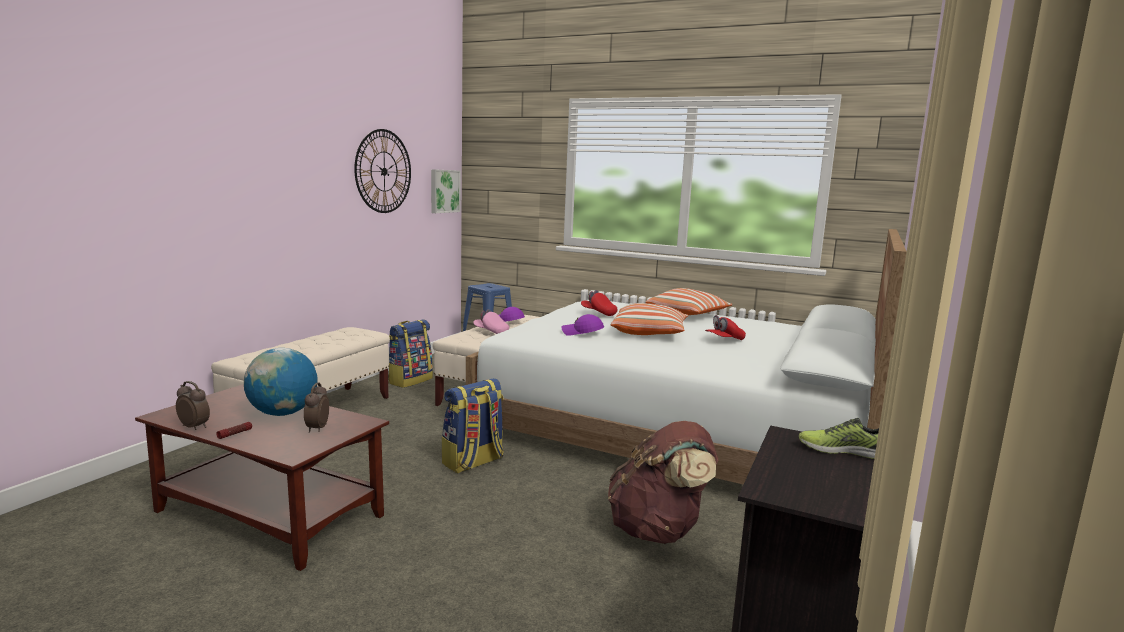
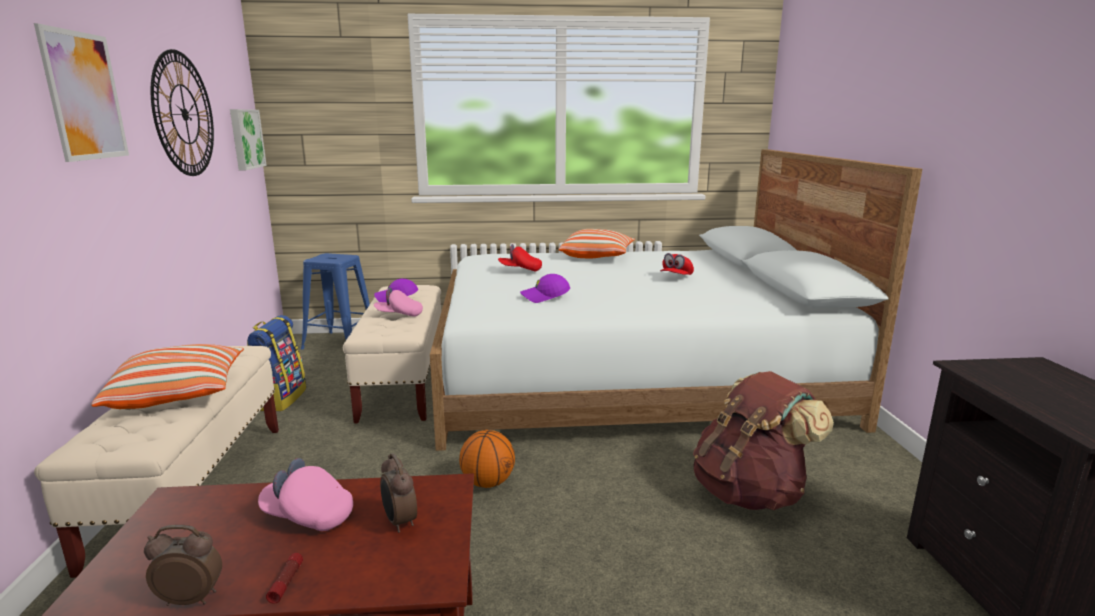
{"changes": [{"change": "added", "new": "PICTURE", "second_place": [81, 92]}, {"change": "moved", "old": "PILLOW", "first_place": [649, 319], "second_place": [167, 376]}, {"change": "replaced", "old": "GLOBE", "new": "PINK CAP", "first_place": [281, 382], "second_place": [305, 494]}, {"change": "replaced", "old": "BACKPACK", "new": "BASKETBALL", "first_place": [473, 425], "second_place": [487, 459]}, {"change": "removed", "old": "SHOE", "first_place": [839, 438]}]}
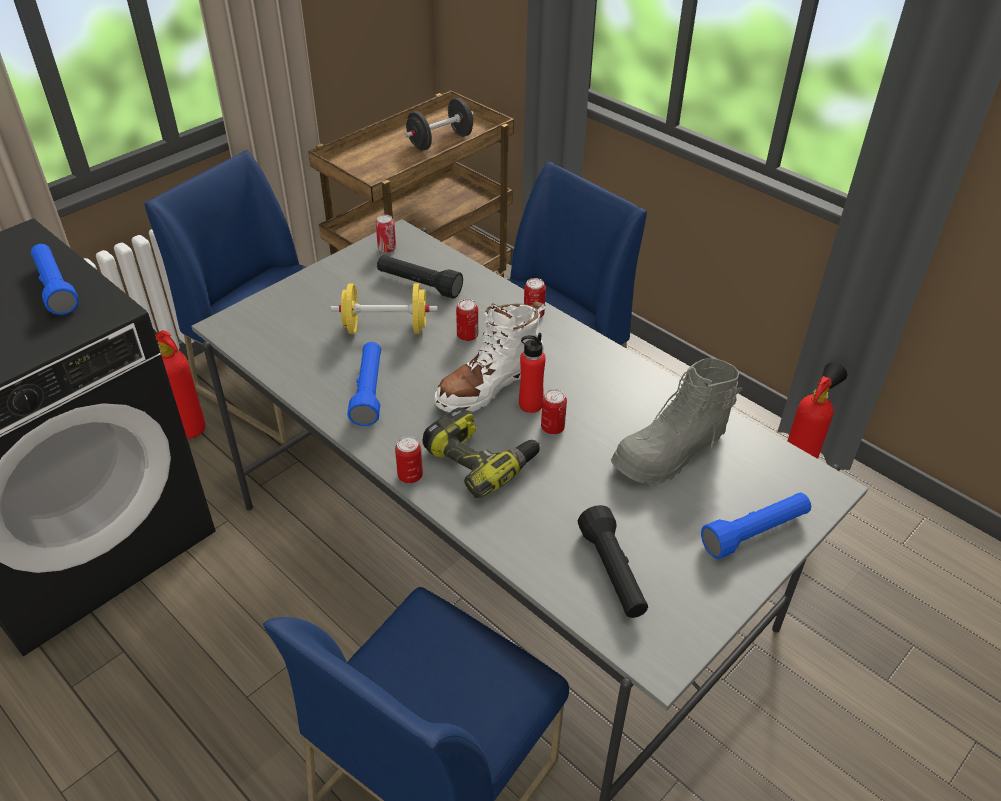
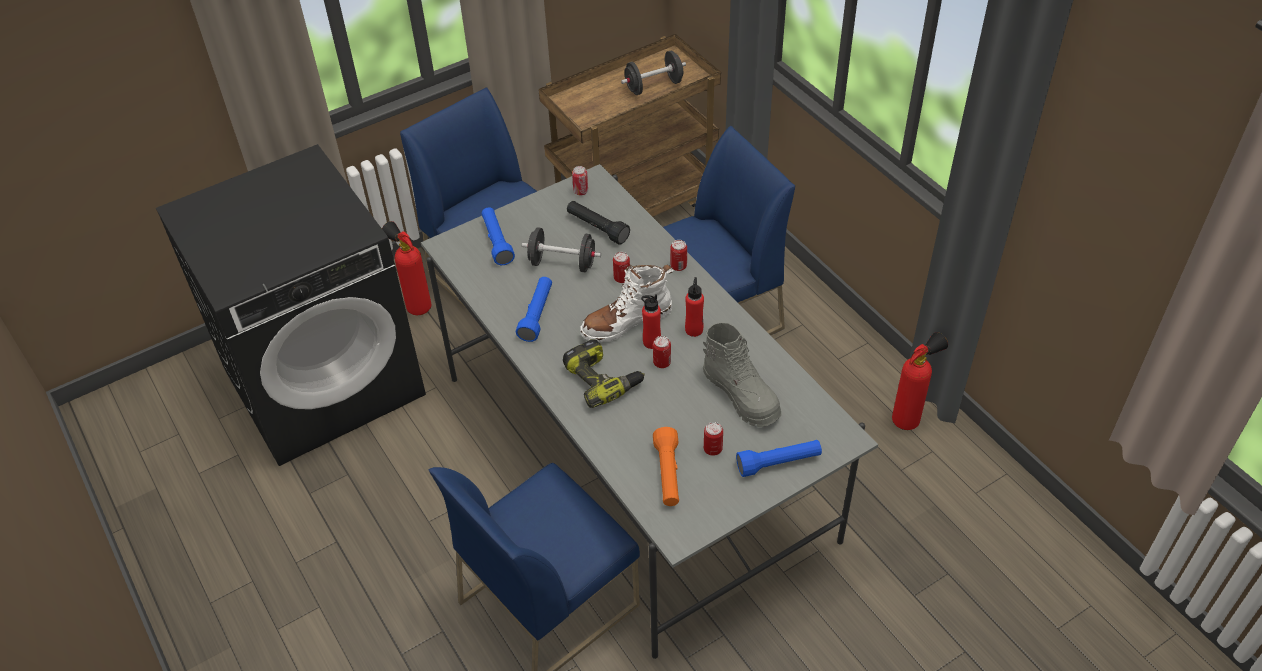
{"changes": [{"change": "moved", "old": "BLUE FLASHLIGHT", "first_place": [55, 279], "second_place": [498, 236]}, {"change": "recoloured", "old": "YELLOW DUMBBELL", "new": "BLACK DUMBBELL", "first_place": [384, 308], "second_place": [561, 249]}, {"change": "recoloured", "old": "BLACK FLASHLIGHT", "new": "ORANGE FLASHLIGHT", "first_place": [613, 561], "second_place": [666, 466]}, {"change": "added", "new": "RED BOTTLE", "second_place": [694, 307]}, {"change": "turned", "old": "GREY BOOT", "first_place": [677, 421], "second_place": [742, 374], "degrees": -105}, {"change": "moved", "old": "CAN", "first_place": [409, 459], "second_place": [713, 439]}]}
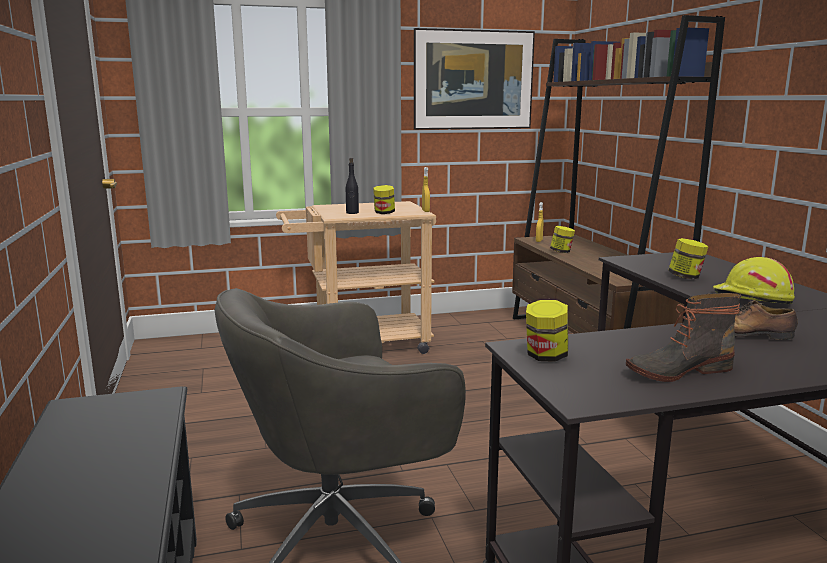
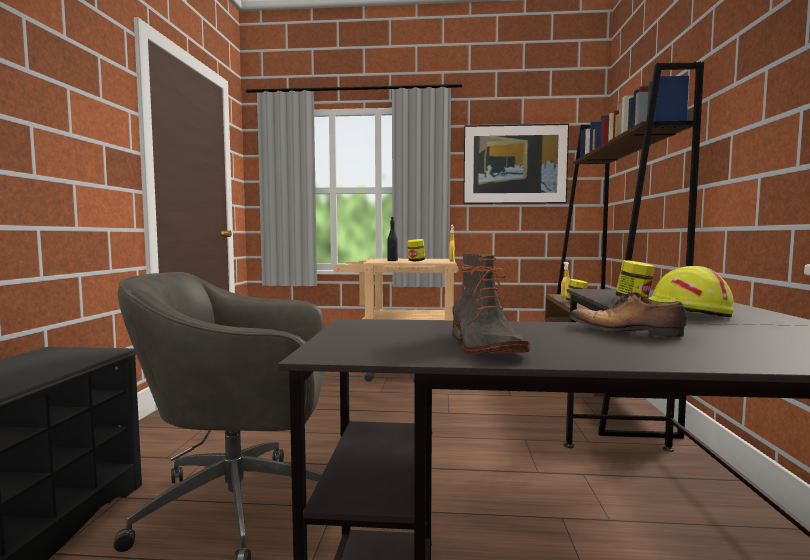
{"changes": [{"change": "turned", "old": "BOOT", "first_place": [683, 337], "second_place": [491, 304], "degrees": -105}, {"change": "removed", "old": "JAR", "first_place": [547, 331]}]}
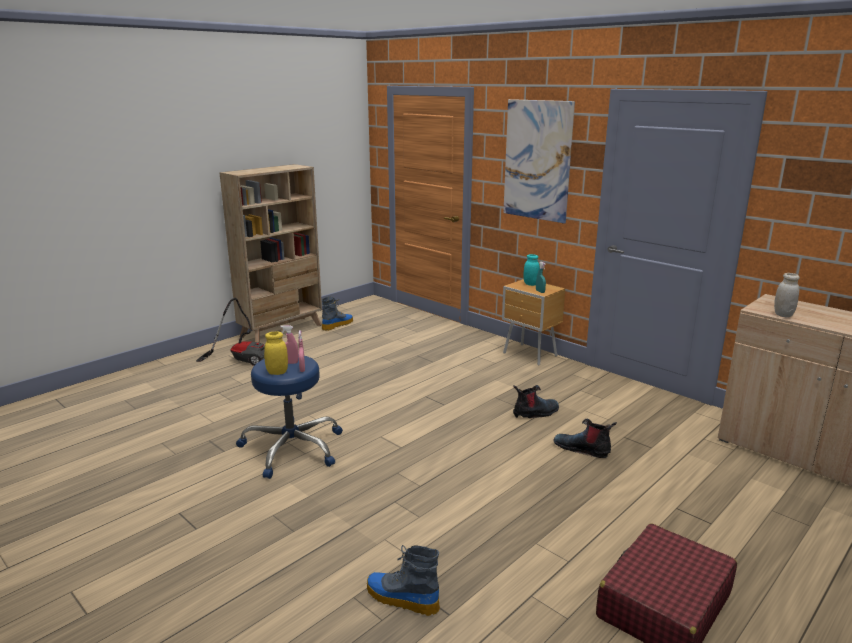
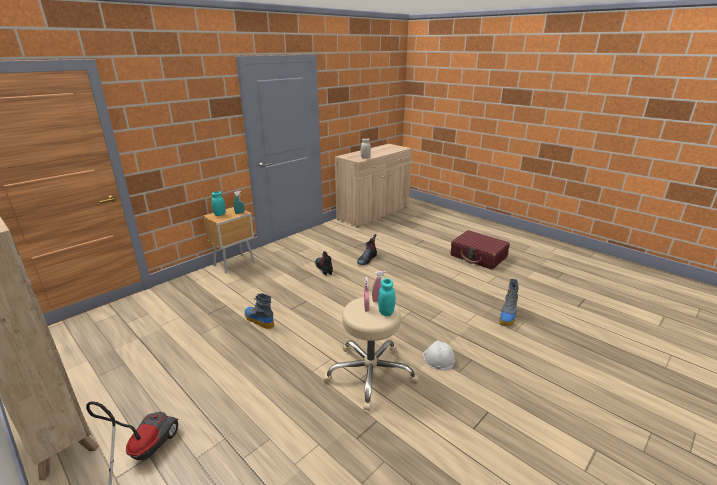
{"changes": [{"change": "moved", "old": "BOOT", "first_place": [337, 314], "second_place": [259, 311]}, {"change": "recoloured", "old": "BLUE STOOL", "new": "BEIGE STOOL", "first_place": [289, 417], "second_place": [371, 354]}, {"change": "recoloured", "old": "YELLOW JAR", "new": "TURQUOISE JAR", "first_place": [276, 353], "second_place": [387, 297]}, {"change": "added", "new": "WHITE HARD HAT", "second_place": [439, 355]}, {"change": "removed", "old": "PICTURE", "first_place": [539, 161]}]}
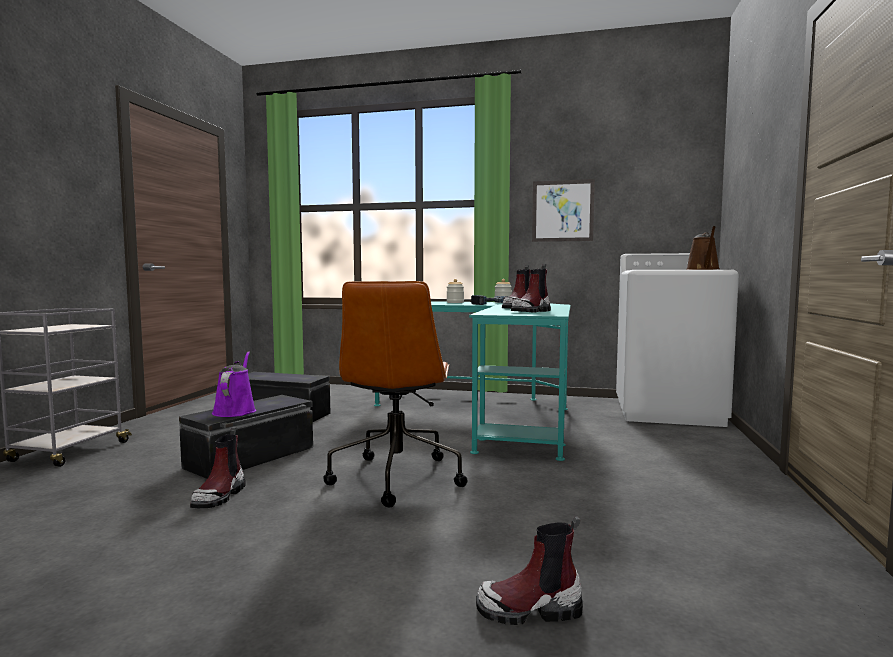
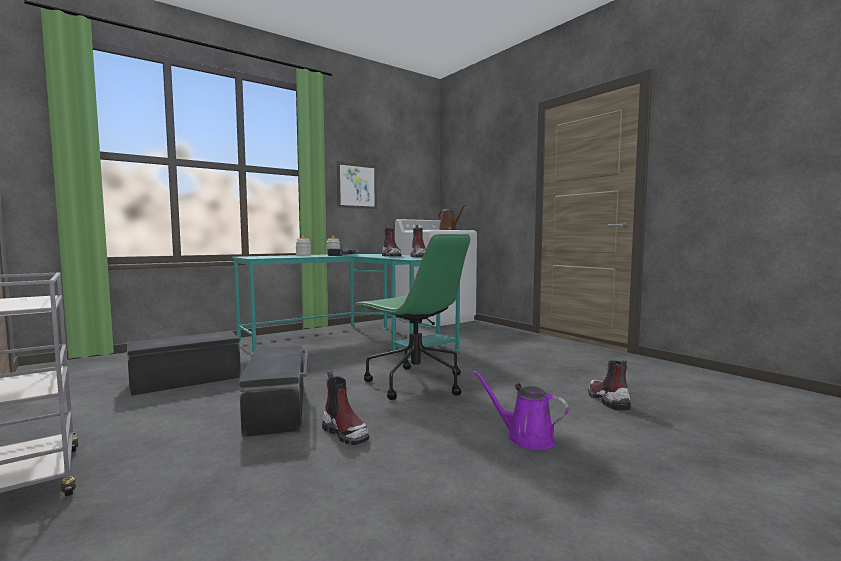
{"changes": [{"change": "recoloured", "old": "BROWN OFFICE CHAIR", "new": "GREEN OFFICE CHAIR", "first_place": [395, 394], "second_place": [411, 317]}, {"change": "moved", "old": "PURPLE WATERING CAN", "first_place": [234, 384], "second_place": [521, 410]}, {"change": "turned", "old": "BOOT", "first_place": [529, 570], "second_place": [609, 385], "degrees": 135}]}
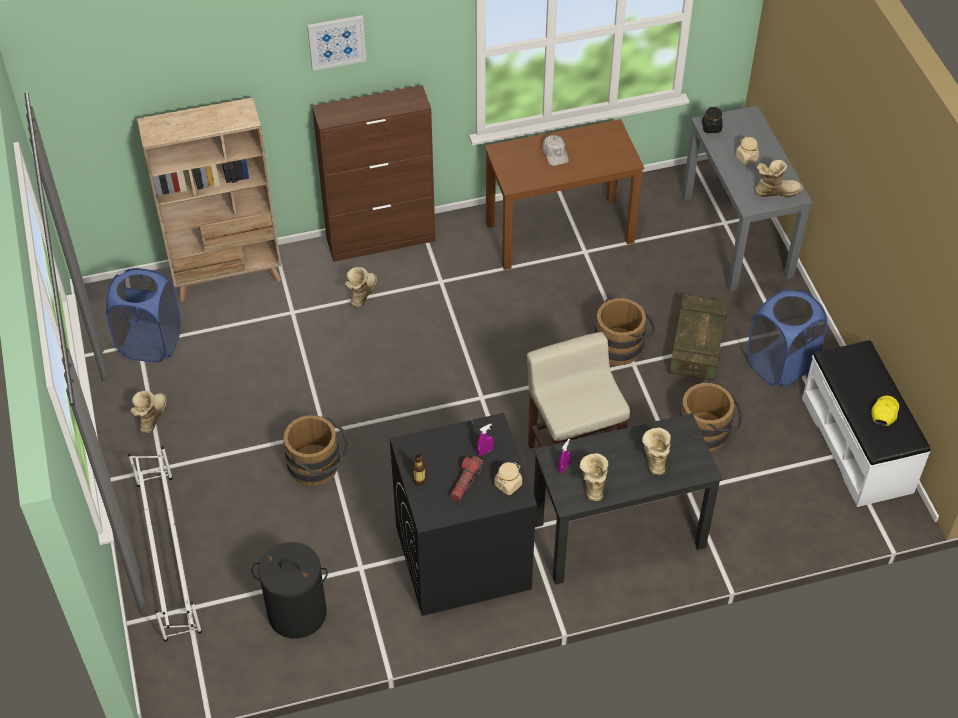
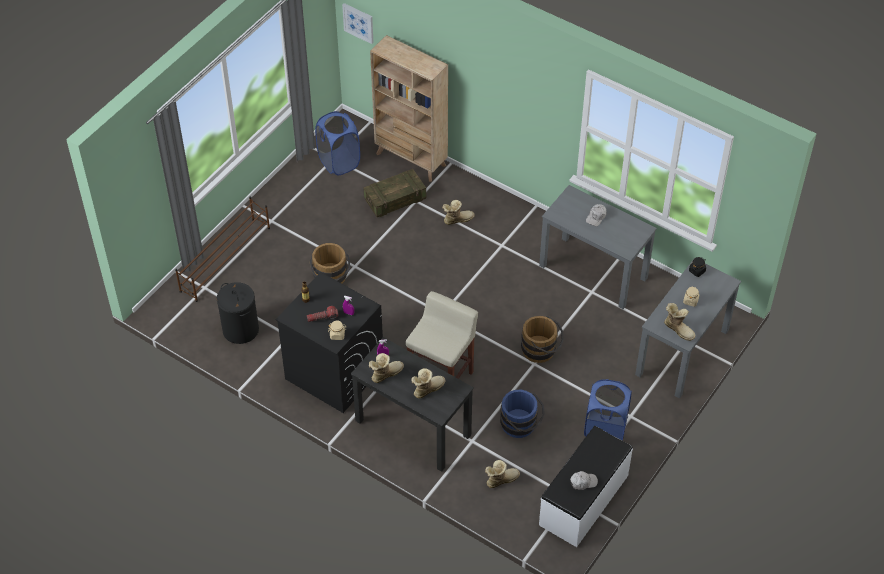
{"changes": [{"change": "recoloured", "old": "WHITE SHOE RACK", "new": "BROWN SHOE RACK", "first_place": [165, 543], "second_place": [222, 249]}, {"change": "moved", "old": "PICTURE", "first_place": [336, 43], "second_place": [357, 23]}, {"change": "moved", "old": "CRATE", "first_place": [698, 338], "second_place": [394, 193]}, {"change": "moved", "old": "BOOT", "first_place": [148, 412], "second_place": [502, 474]}, {"change": "recoloured", "old": "BROWN BUCKET", "new": "BLUE BUCKET", "first_place": [711, 416], "second_place": [522, 414]}, {"change": "recoloured", "old": "BROWN DESK", "new": "GREY DESK", "first_place": [564, 194], "second_place": [598, 247]}, {"change": "recoloured", "old": "YELLOW CAP", "new": "WHITE CAP", "first_place": [885, 411], "second_place": [584, 480]}, {"change": "removed", "old": "BROWN CABINET", "first_place": [373, 173]}]}
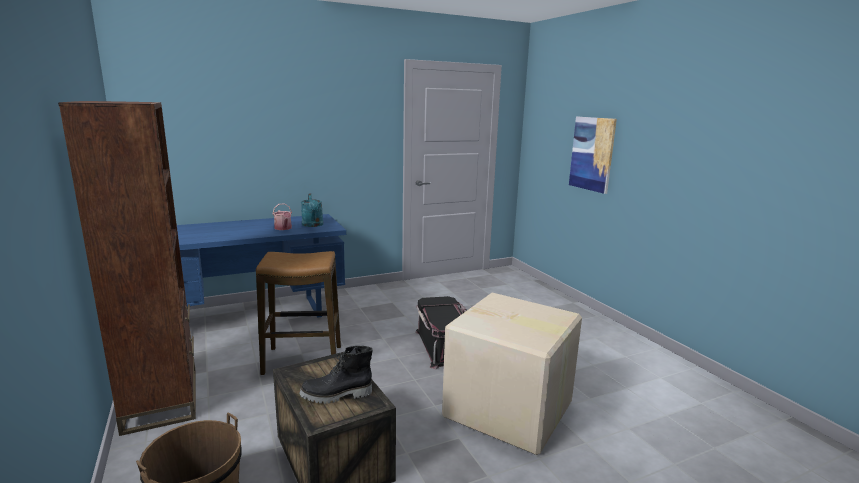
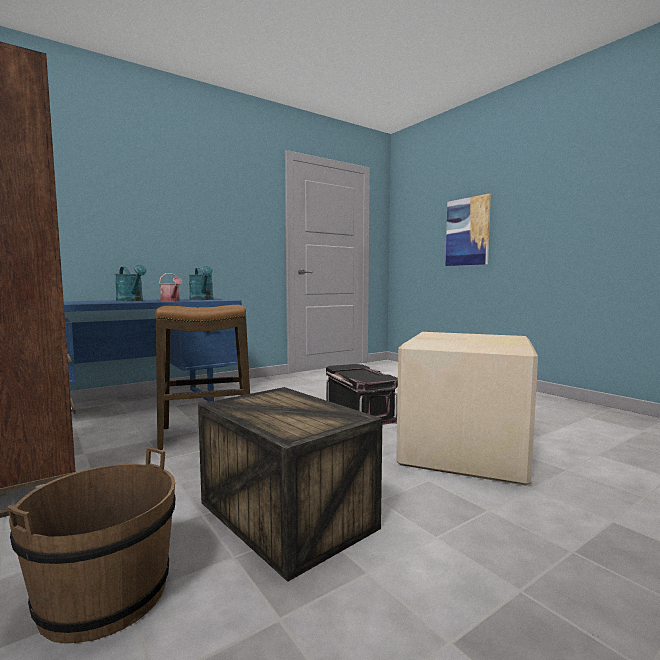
{"changes": [{"change": "added", "new": "TURQUOISE WATERING CAN", "second_place": [131, 283]}, {"change": "removed", "old": "BLACK BOOT", "first_place": [335, 375]}]}
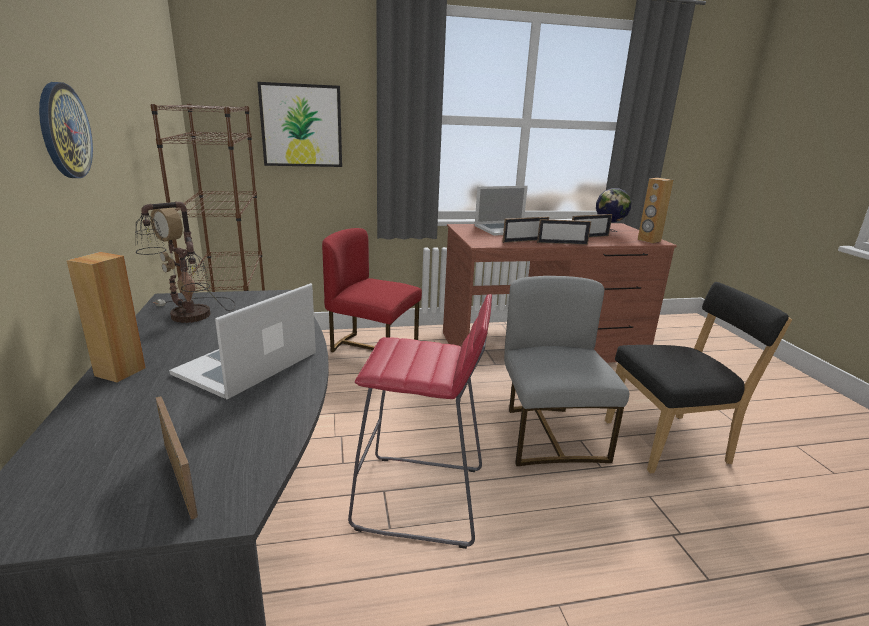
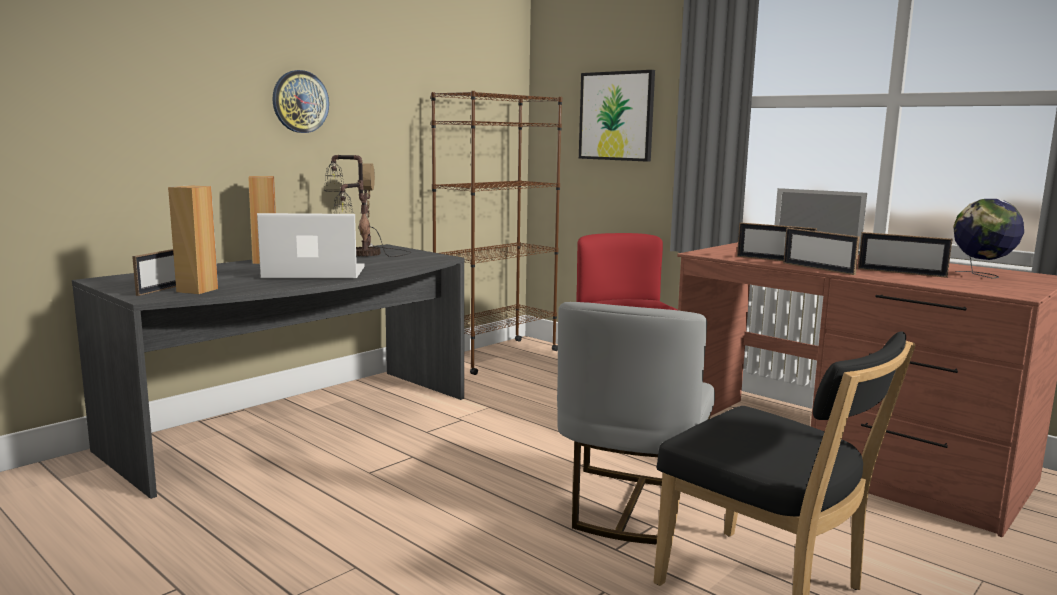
{"changes": [{"change": "moved", "old": "BROWN SPEAKER", "first_place": [655, 210], "second_place": [193, 239]}, {"change": "turned", "old": "GREY CHAIR", "first_place": [566, 371], "second_place": [636, 423], "degrees": 150}, {"change": "removed", "old": "RED STOOL", "first_place": [420, 421]}]}
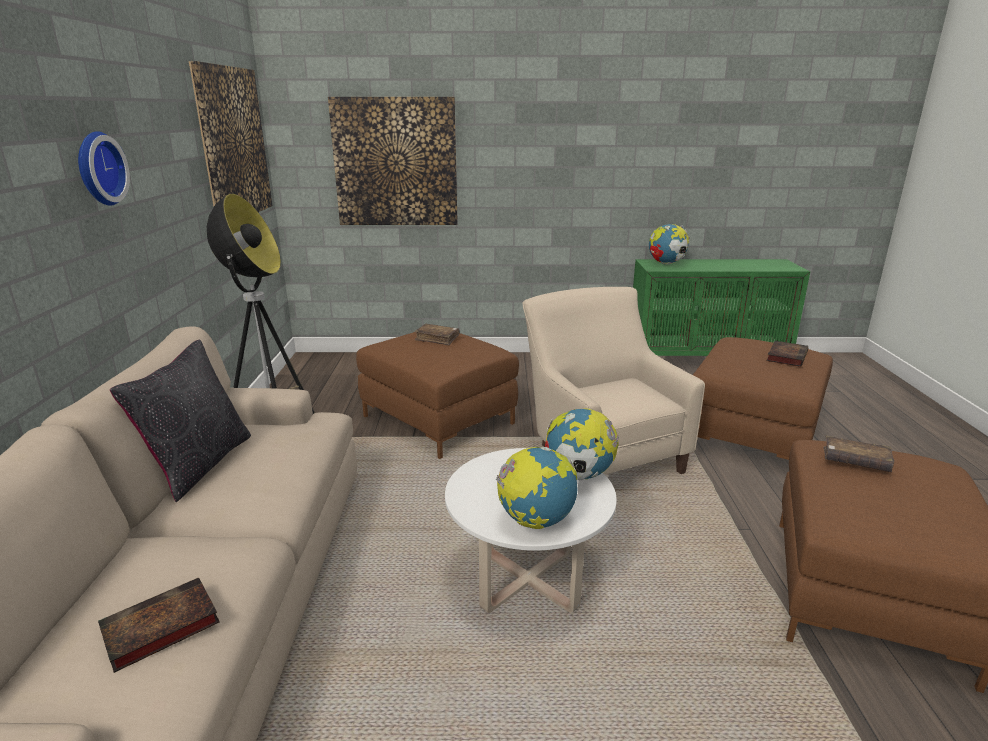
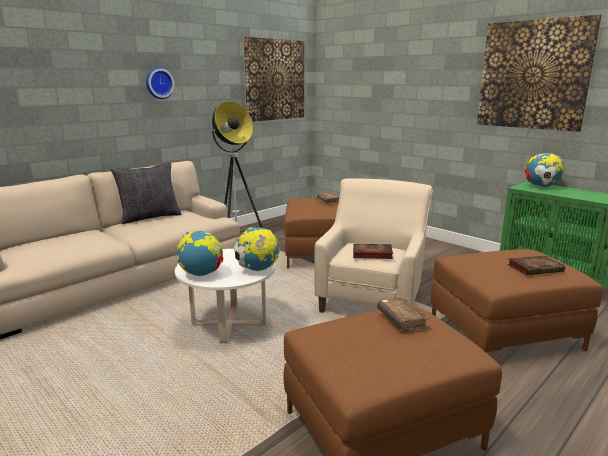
{"changes": [{"change": "moved", "old": "BOOK", "first_place": [159, 625], "second_place": [373, 251]}, {"change": "moved", "old": "PICTURE", "first_place": [393, 161], "second_place": [539, 73]}]}
